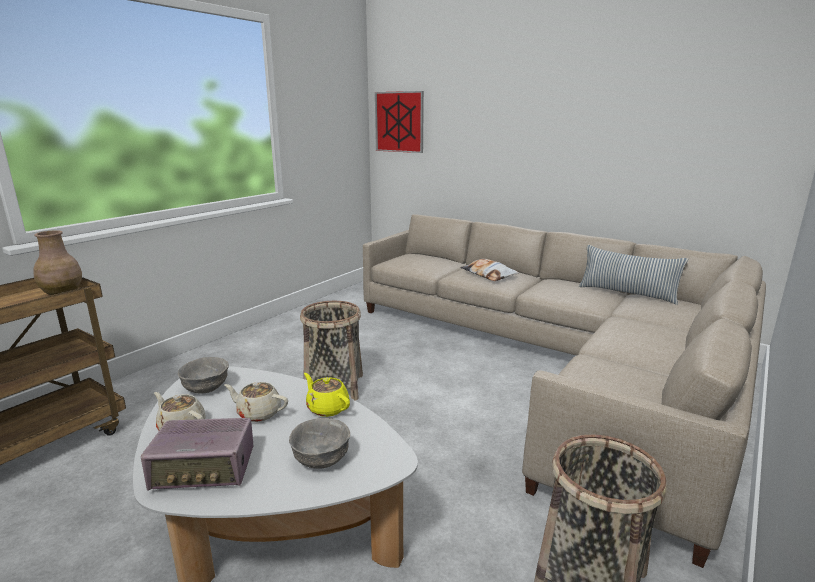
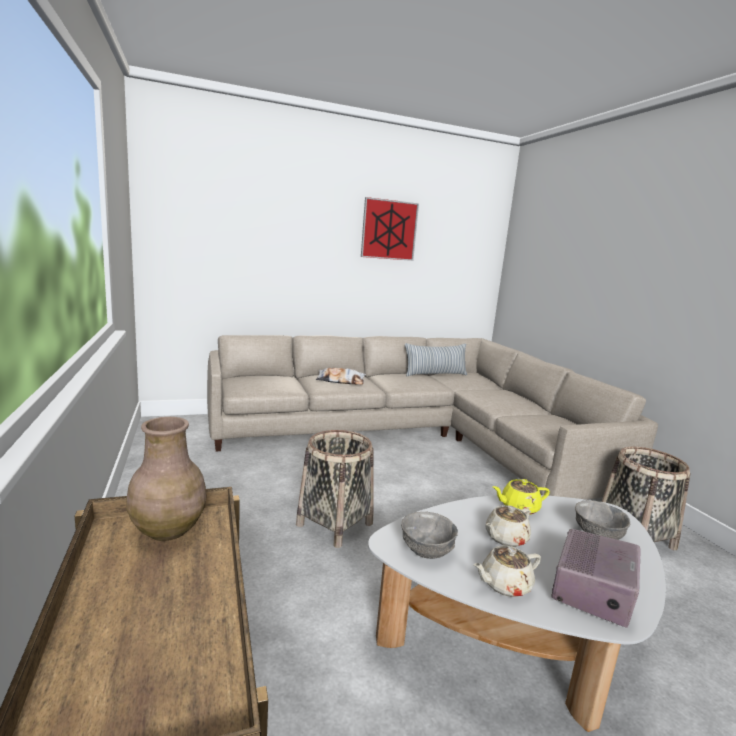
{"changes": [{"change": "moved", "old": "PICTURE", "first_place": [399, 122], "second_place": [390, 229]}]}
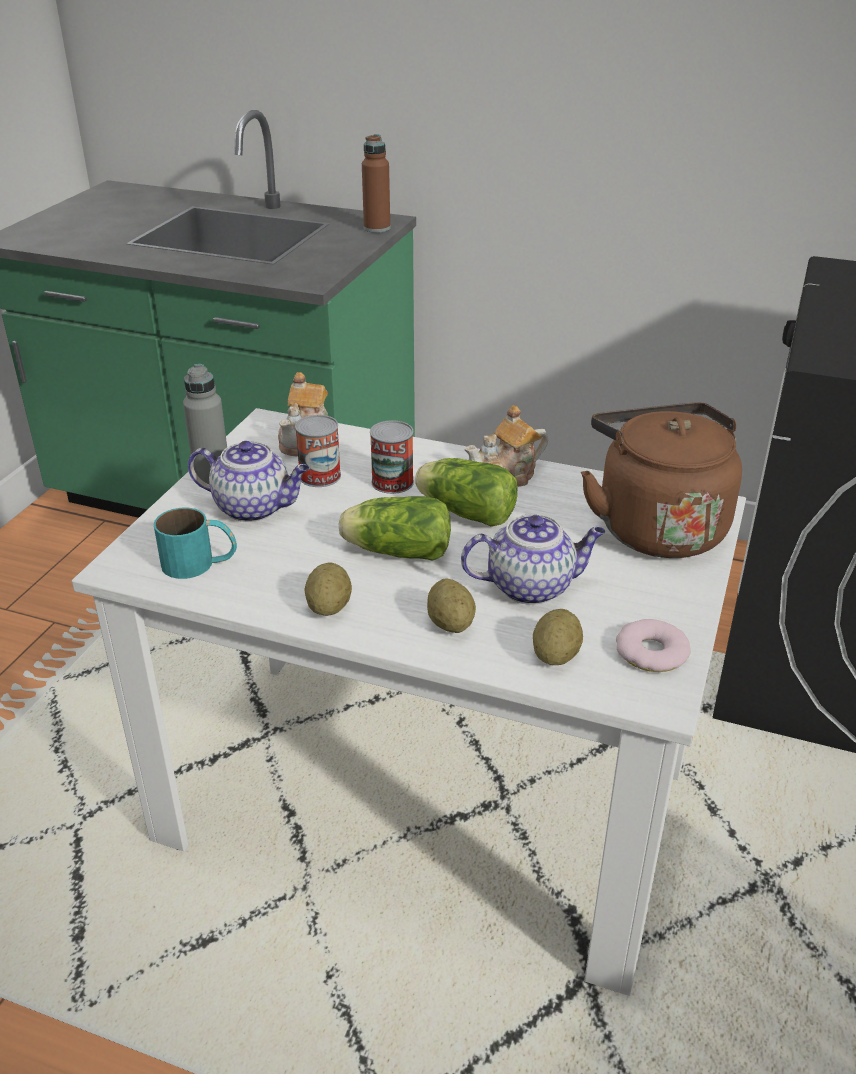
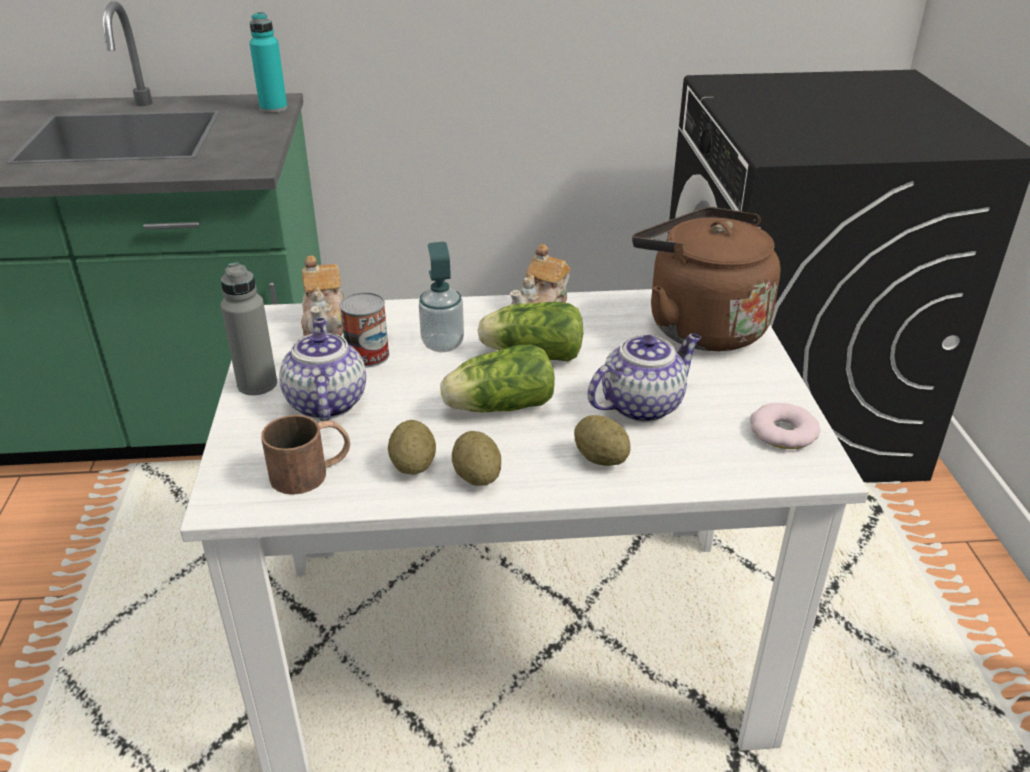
{"changes": [{"change": "recoloured", "old": "BROWN BOTTLE", "new": "TURQUOISE BOTTLE", "first_place": [376, 183], "second_place": [268, 62]}, {"change": "recoloured", "old": "TURQUOISE MUG", "new": "BROWN MUG", "first_place": [195, 543], "second_place": [305, 455]}, {"change": "turned", "old": "TEAPOT", "first_place": [249, 481], "second_place": [322, 369], "degrees": -90}, {"change": "moved", "old": "POTATO", "first_place": [558, 637], "second_place": [412, 447]}, {"change": "replaced", "old": "CAN", "new": "SOAP DISPENSER", "first_place": [392, 457], "second_place": [441, 297]}]}
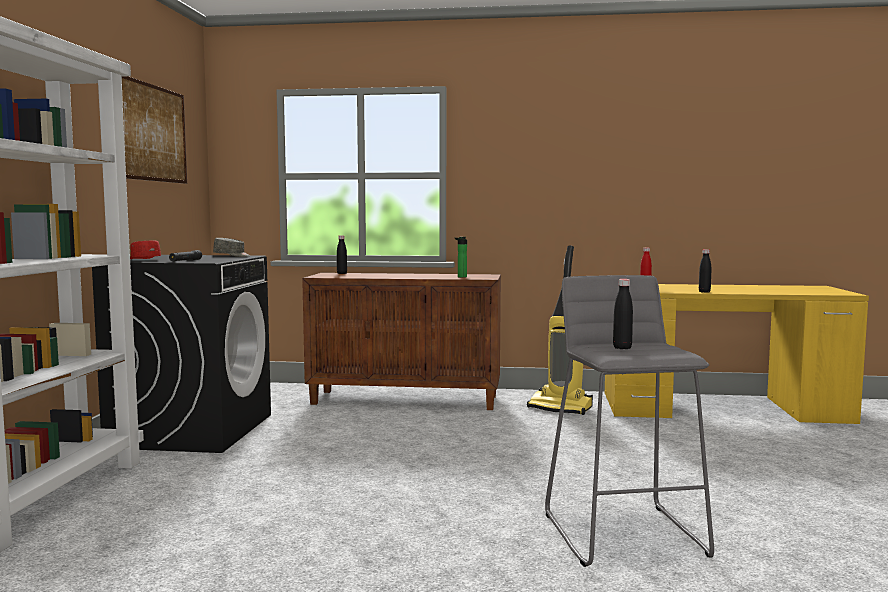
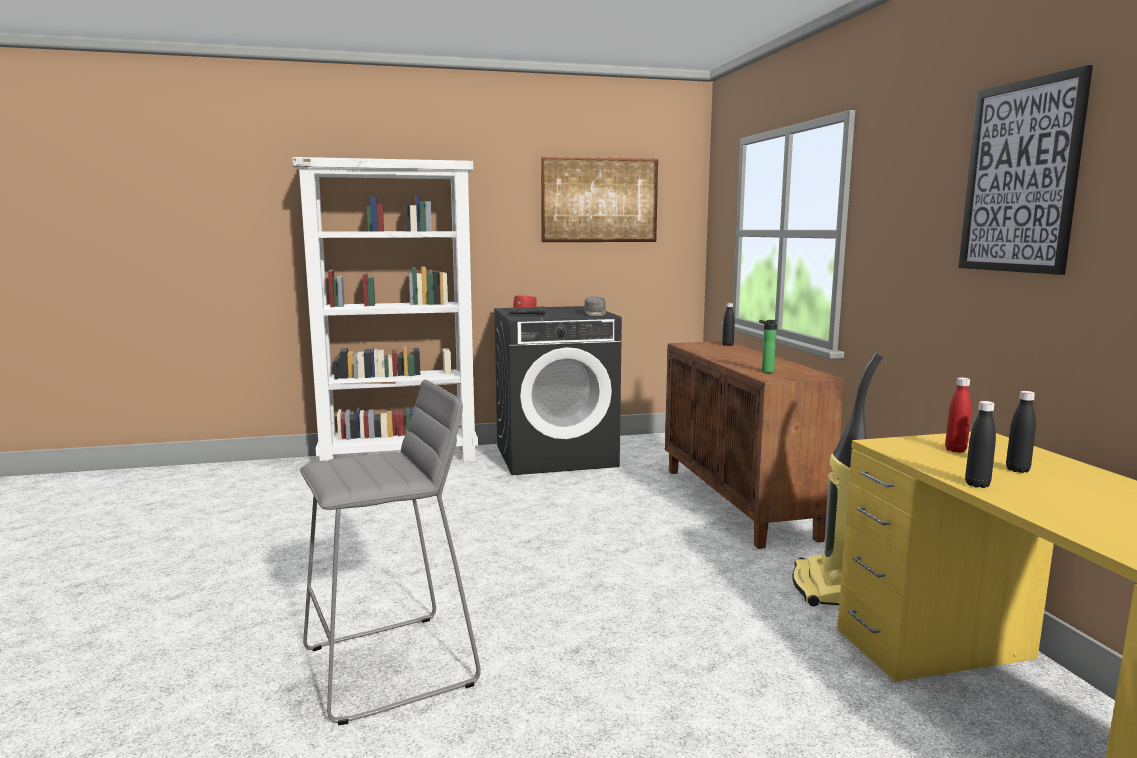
{"changes": [{"change": "added", "new": "PICTURE", "second_place": [1025, 170]}, {"change": "moved", "old": "BLACK BOTTLE", "first_place": [623, 314], "second_place": [1021, 432]}]}
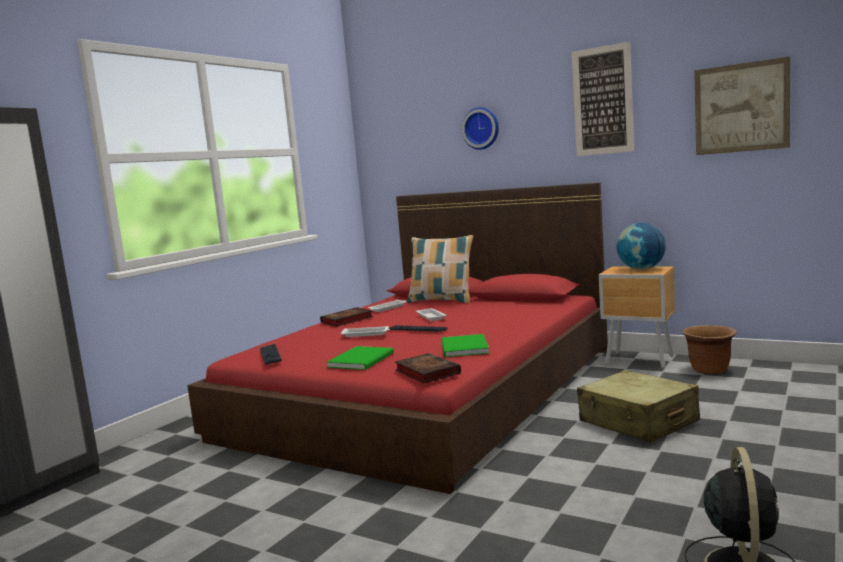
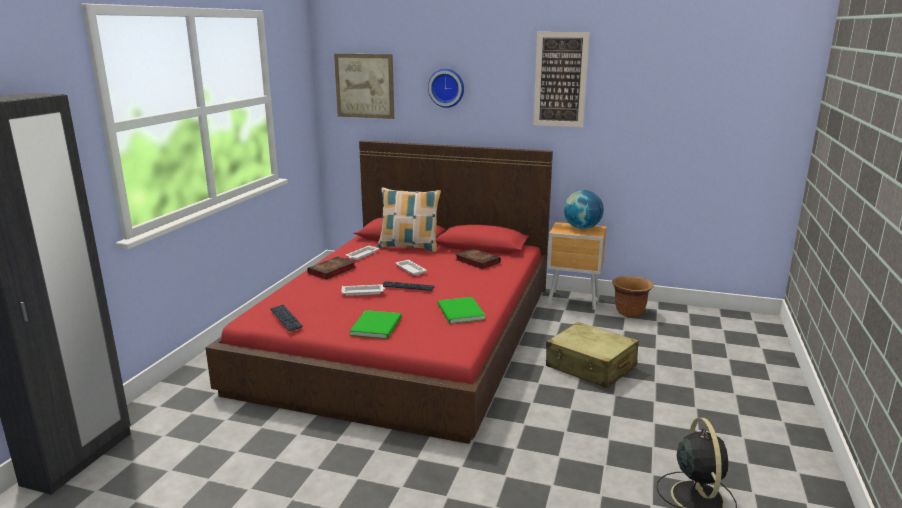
{"changes": [{"change": "moved", "old": "PICTURE", "first_place": [742, 106], "second_place": [364, 86]}, {"change": "moved", "old": "BOOK", "first_place": [428, 368], "second_place": [478, 259]}]}
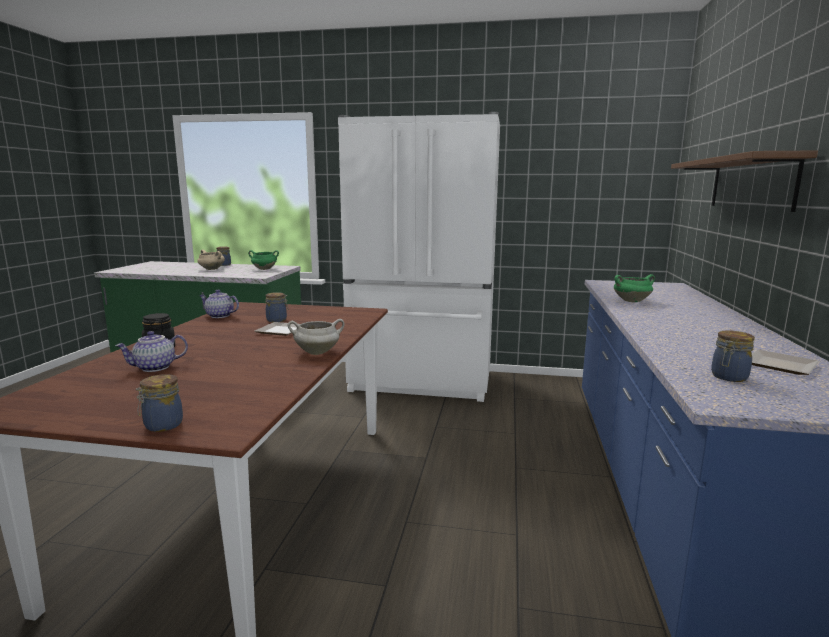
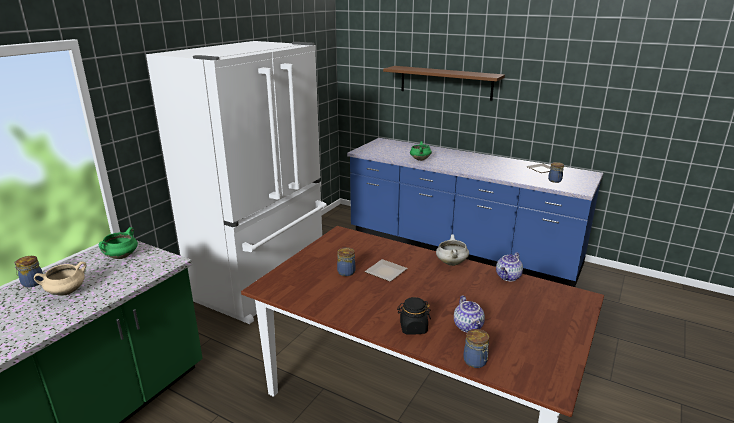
{"changes": [{"change": "moved", "old": "JAR", "first_place": [159, 403], "second_place": [476, 348]}, {"change": "moved", "old": "TEAPOT", "first_place": [219, 304], "second_place": [509, 266]}]}
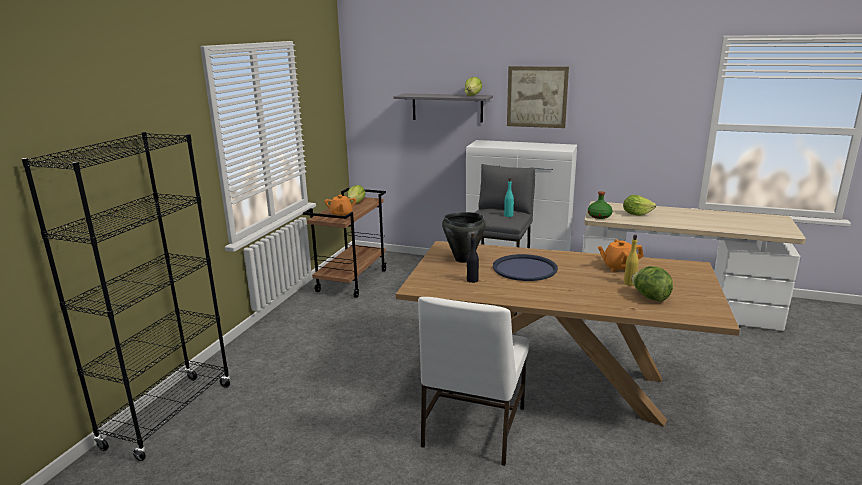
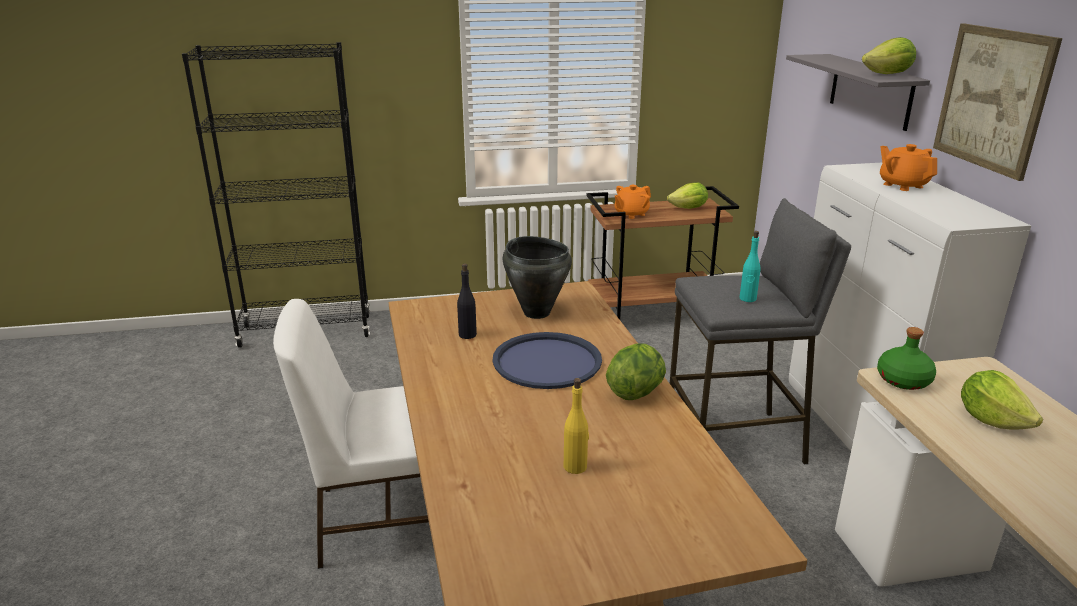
{"changes": [{"change": "moved", "old": "LETTUCE", "first_place": [652, 283], "second_place": [636, 372]}, {"change": "moved", "old": "ORANGE TEAPOT", "first_place": [621, 255], "second_place": [908, 167]}]}
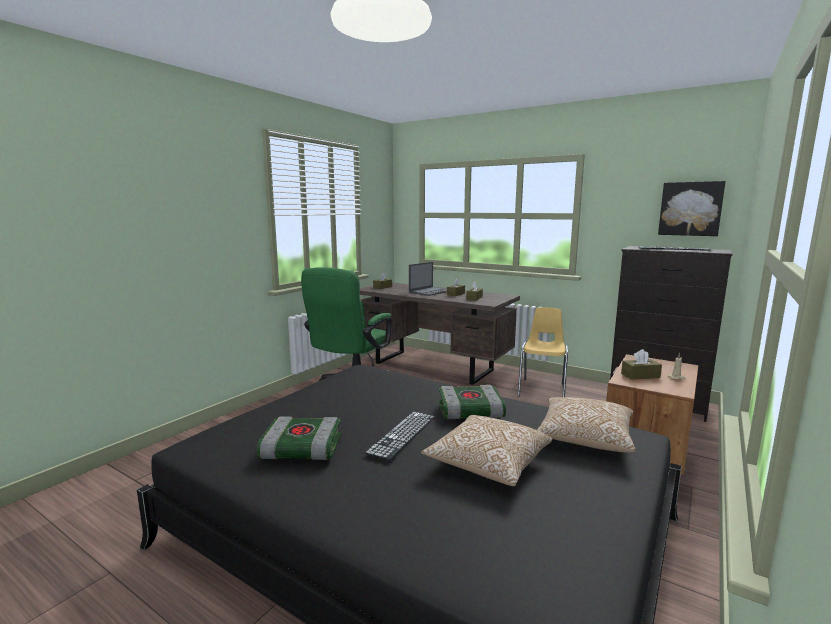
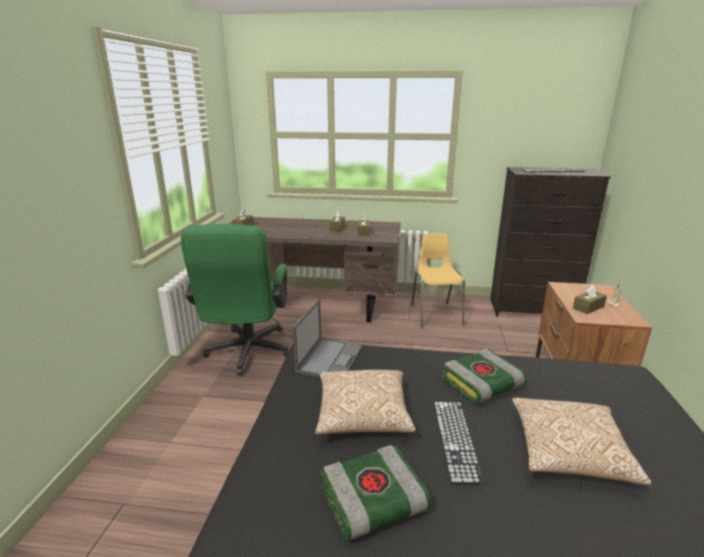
{"changes": [{"change": "moved", "old": "LAPTOP", "first_place": [428, 279], "second_place": [327, 338]}, {"change": "moved", "old": "PILLOW", "first_place": [586, 425], "second_place": [365, 402]}, {"change": "removed", "old": "PICTURE", "first_place": [692, 208]}]}
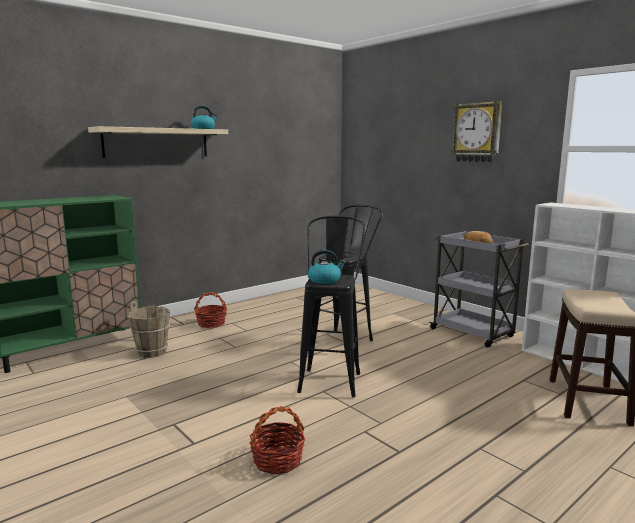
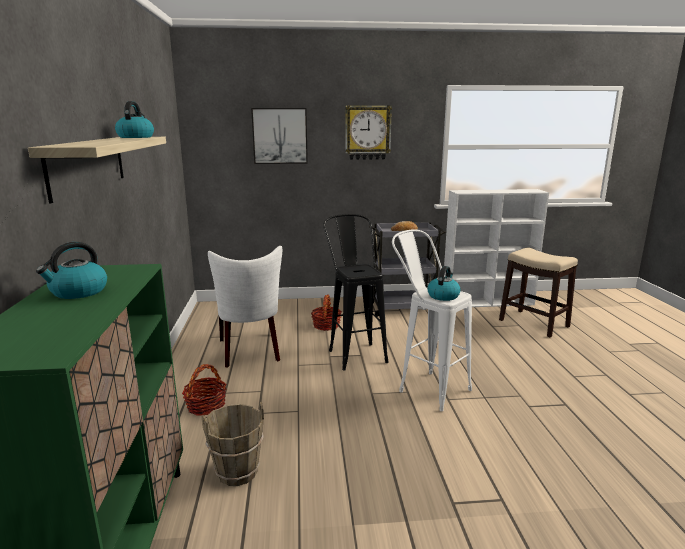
{"changes": [{"change": "added", "new": "KETTLE", "second_place": [71, 270]}, {"change": "added", "new": "WHITE CHAIR", "second_place": [245, 307]}, {"change": "added", "new": "PICTURE", "second_place": [279, 136]}, {"change": "moved", "old": "BASKET", "first_place": [277, 440], "second_place": [326, 312]}, {"change": "recoloured", "old": "BLACK STOOL", "new": "WHITE STOOL", "first_place": [331, 307], "second_place": [432, 320]}]}
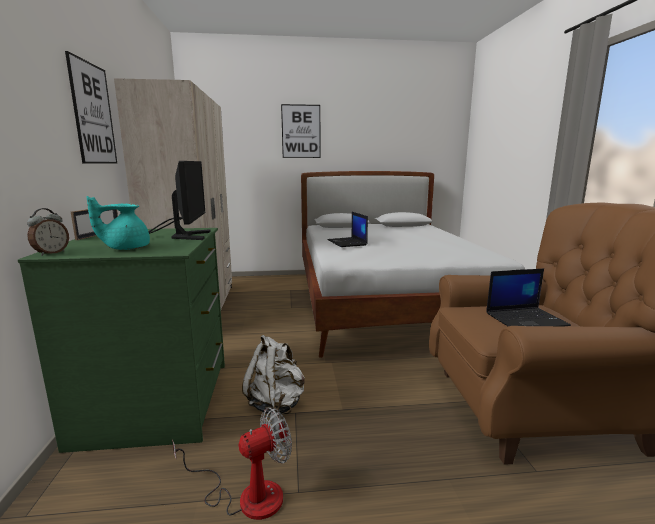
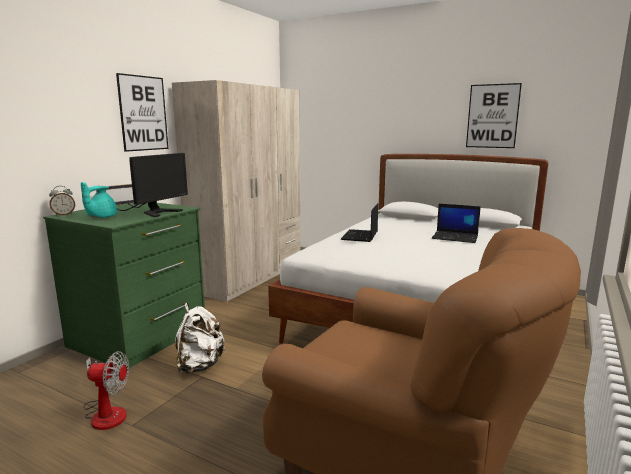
{"changes": [{"change": "turned", "old": "TURQUOISE TEAPOT", "first_place": [118, 223], "second_place": [99, 200], "degrees": -75}, {"change": "moved", "old": "LAPTOP", "first_place": [528, 297], "second_place": [456, 223]}, {"change": "moved", "old": "PICTURE", "first_place": [301, 131], "second_place": [494, 115]}]}
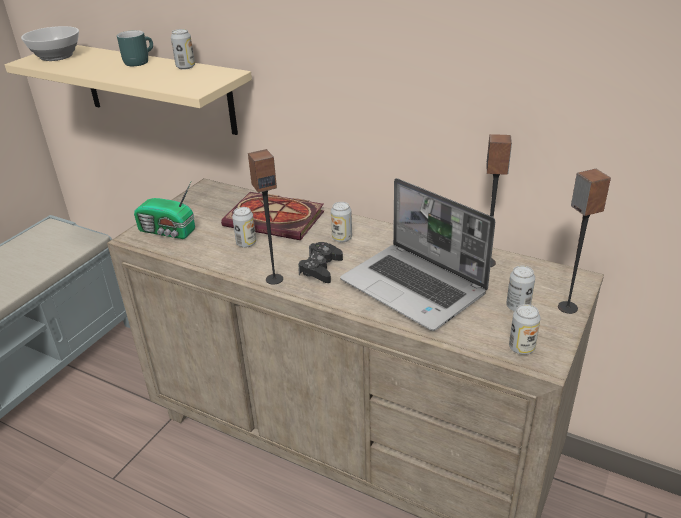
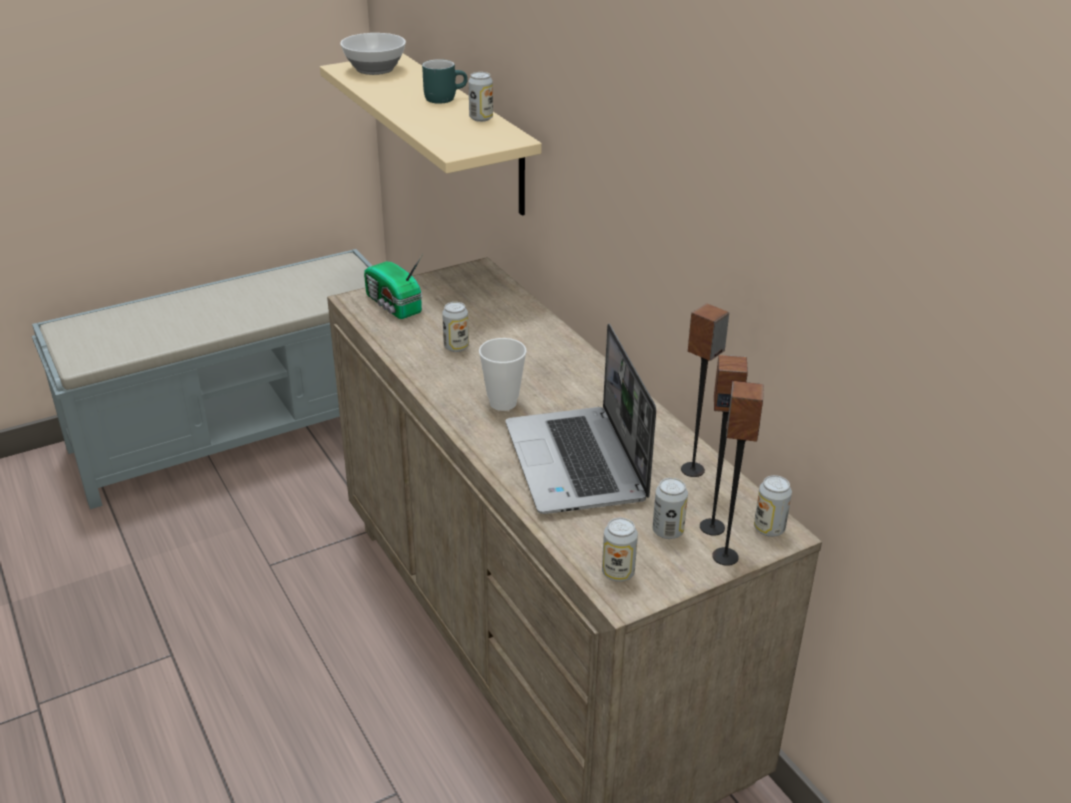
{"changes": [{"change": "replaced", "old": "BLACK GAME CONTROLLER", "new": "CUP", "first_place": [320, 262], "second_place": [503, 374]}, {"change": "moved", "old": "SPEAKER", "first_place": [265, 217], "second_place": [724, 445]}, {"change": "moved", "old": "CAN", "first_place": [341, 222], "second_place": [773, 506]}, {"change": "removed", "old": "BOOK", "first_place": [272, 216]}]}
